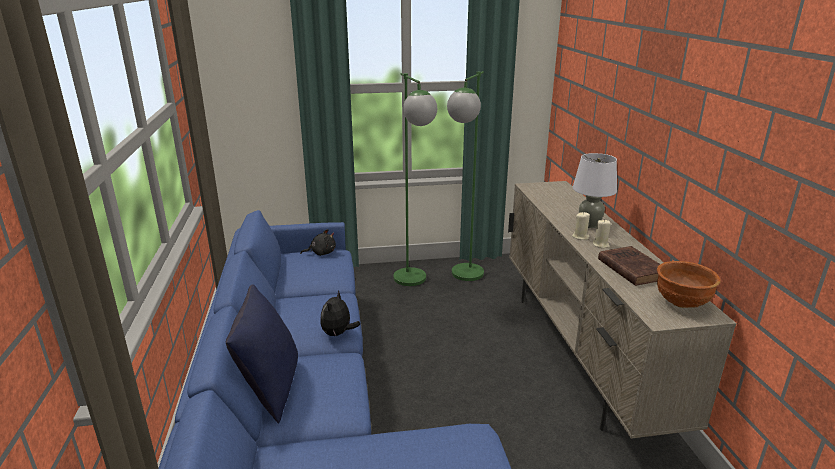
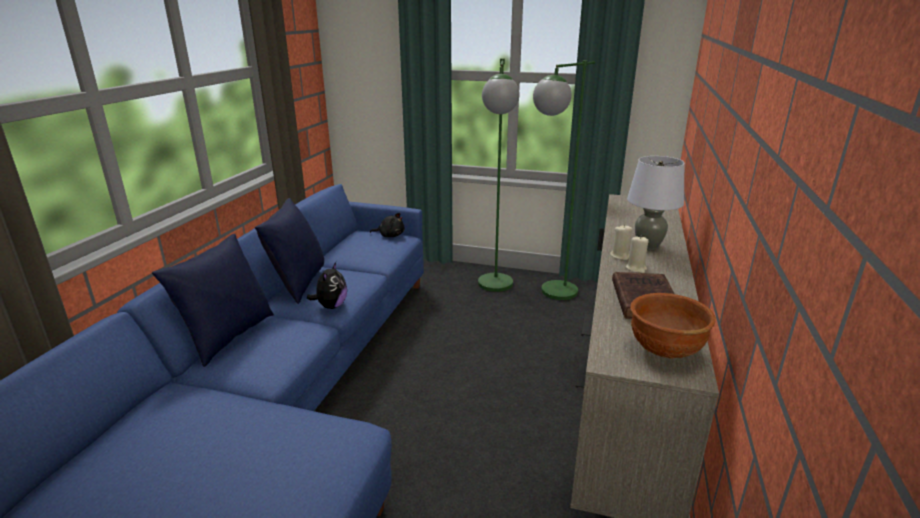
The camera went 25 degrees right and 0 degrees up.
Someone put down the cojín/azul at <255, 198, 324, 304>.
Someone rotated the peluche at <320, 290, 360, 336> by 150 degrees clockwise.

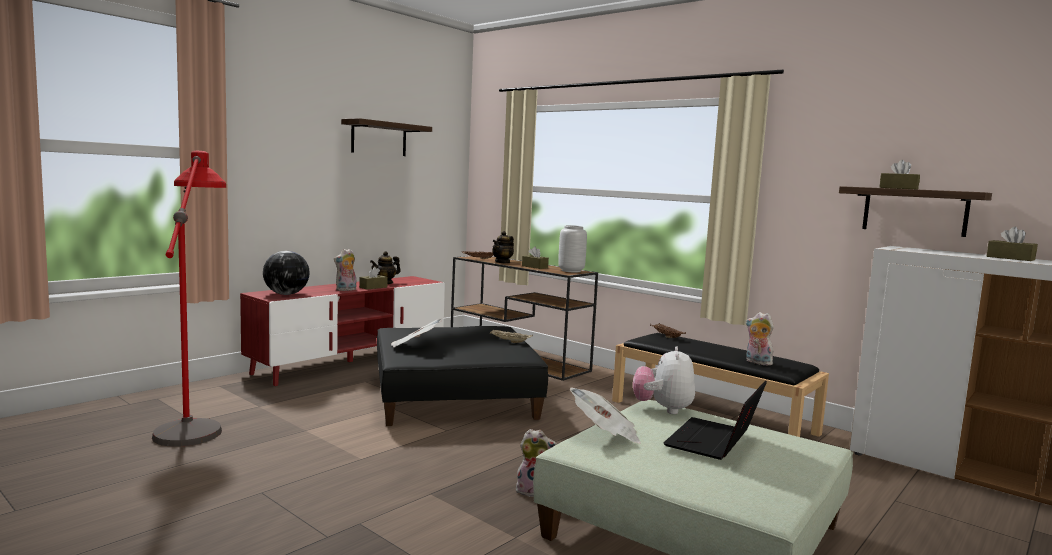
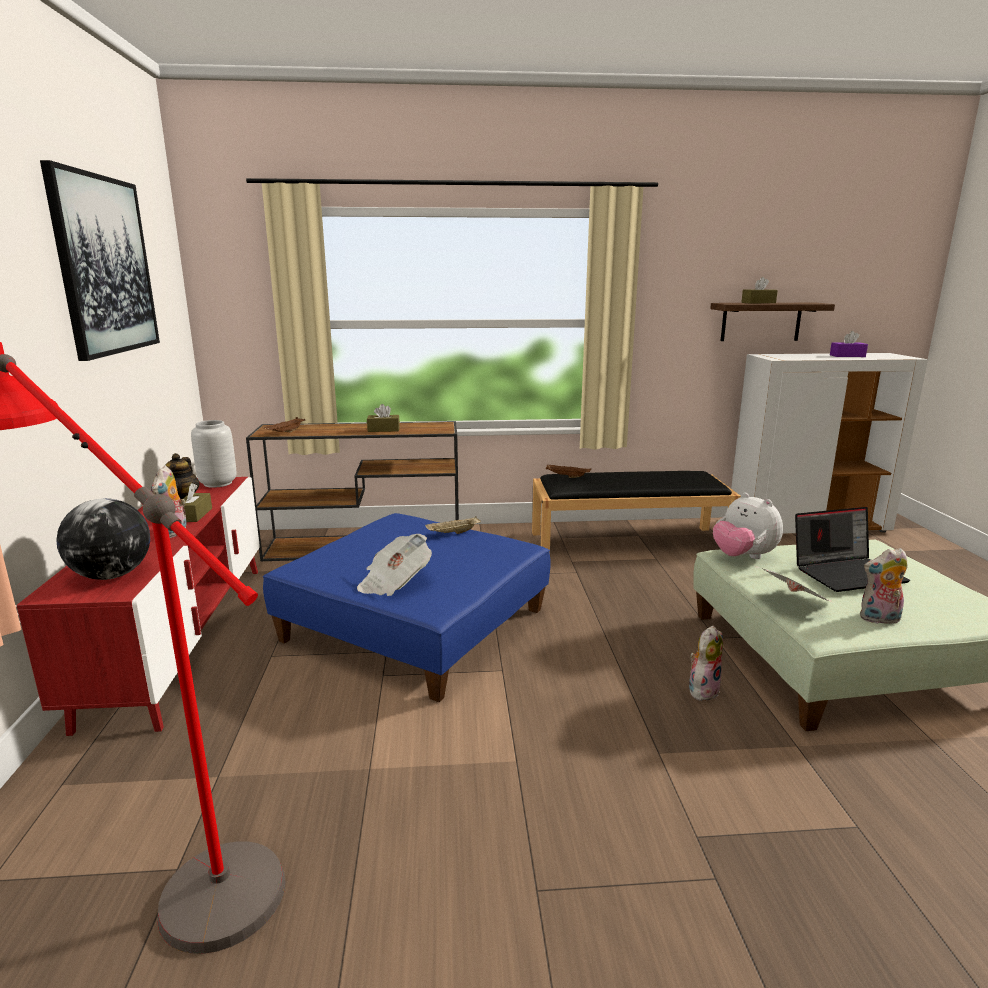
The camera went 45 degrees left and 10 degrees up.
Someone took away the tetera at <492, 231, 514, 263>.
Someone carried the florero/gris from <558, 225, 587, 272> to <191, 420, 236, 488>.
Someone carried the peluche from <746, 312, 774, 365> to <860, 548, 908, 624>.
Someone swapped the estante at <341, 118, 432, 156> for the cuadro at <40, 160, 160, 361>.
Someone repainted the puf/negro at <377, 326, 548, 426>, which became the puf/azul at <263, 513, 551, 702>.
Someone repainted the caja de pañuelos/marrón at <987, 227, 1038, 261>, which became the caja de pañuelos/morado at <830, 331, 868, 357>.
Someone rotated the portátil at <663, 380, 767, 460> by 90 degrees counterclockwise.

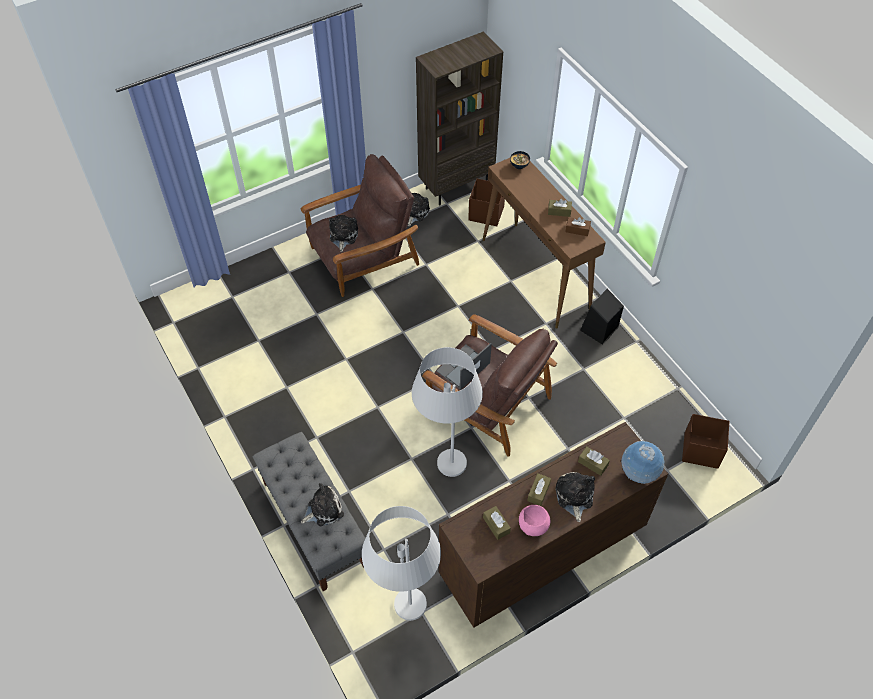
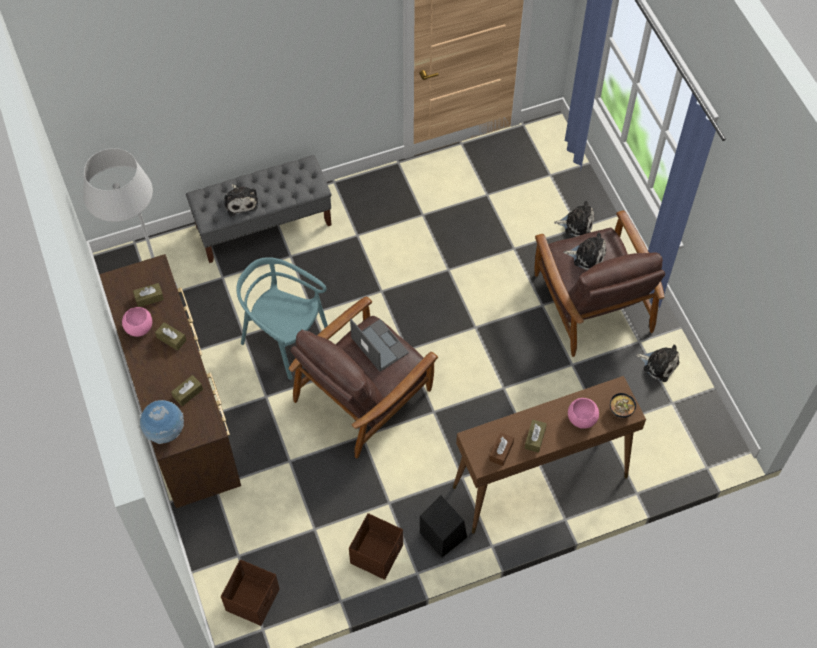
The camera went 100 degrees right and 5 degrees up.
Someone took away the estantería/marrón at <416, 32, 503, 205>.
Someone put down the cuenco/rosa at <568, 398, 599, 429>.
Someone carried the caja de almacenaje/marrón from <468, 179, 505, 226> to <349, 513, 403, 580>.
Someone carried the peluche from <555, 472, 595, 522> to <554, 201, 594, 237>.
Someone swapped the lámpara de pie/blanco at <412, 347, 483, 477> for the silla/turquesa at <236, 257, 328, 380>.

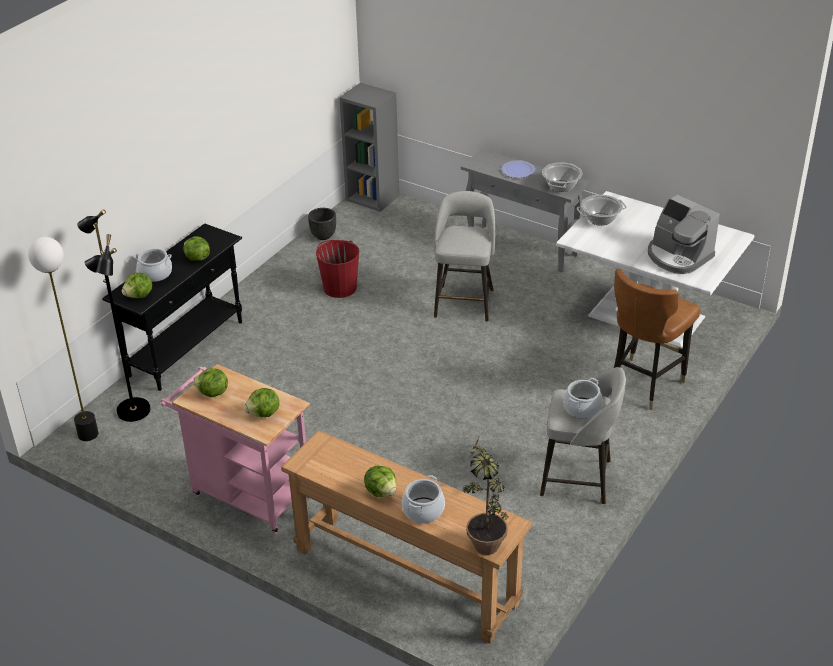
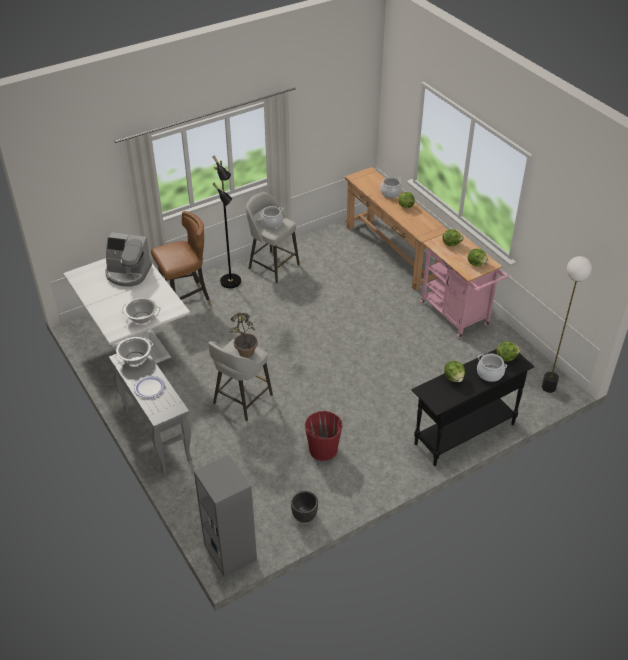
The camera went 155 degrees left and 5 degrees up.
Someone carried the lámpara de pie/negro from <77, 209, 150, 422> to <213, 156, 241, 288>.
Someone carried the planta en maceta from <463, 435, 508, 555> to <230, 313, 258, 358>.
Someone rotated the cafetera at <648, 195, 720, 274> by 120 degrees clockwise.

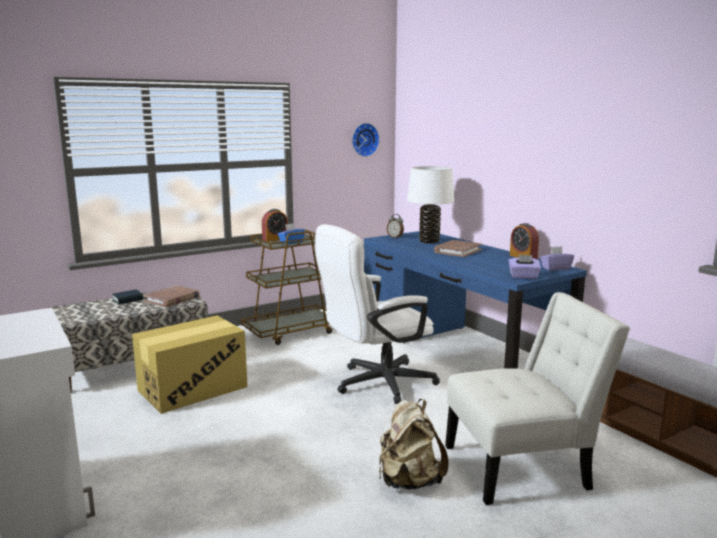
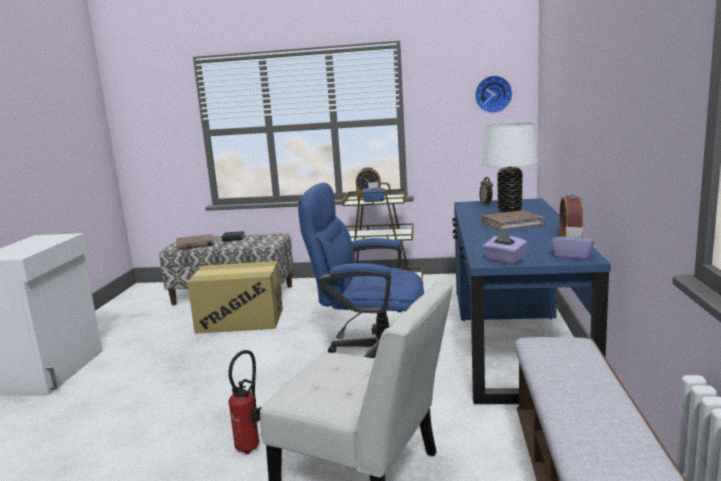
The camera went 40 degrees right and 0 degrees up.
Someone carried the libro/marrón from <143, 285, 200, 307> to <176, 234, 215, 250>.
Someone swapped the mochila/beis at <379, 399, 449, 490> for the extintor at <228, 350, 262, 454>.
Someone repainted the silla de oficina/blanco at <315, 224, 440, 404>, which became the silla de oficina/azul at <298, 182, 424, 358>.

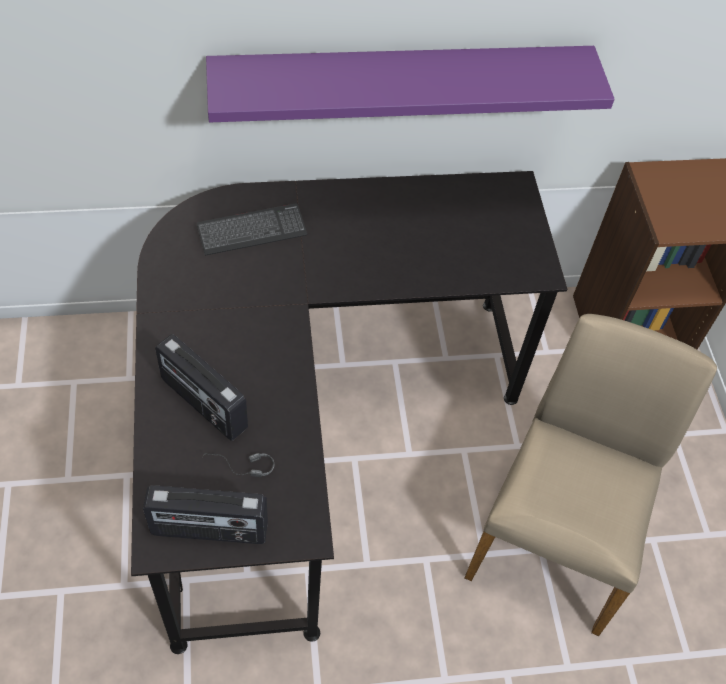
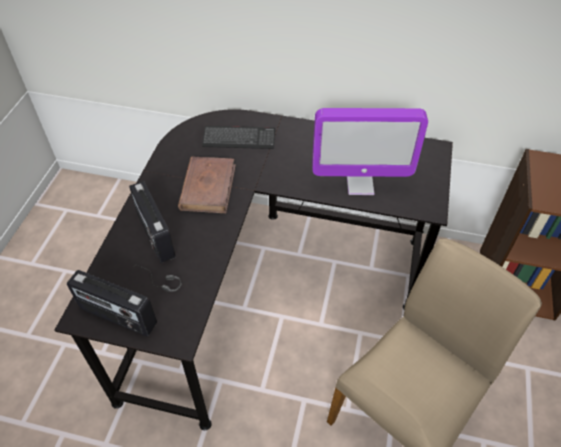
The camera went 25 degrees right and 5 degrees down.
Someone took away the estante/morado at <206, 46, 615, 122>.
Someone put down the libro/marrón at <178, 156, 236, 213>.
Someone put down the monitor at <312, 108, 428, 195>.

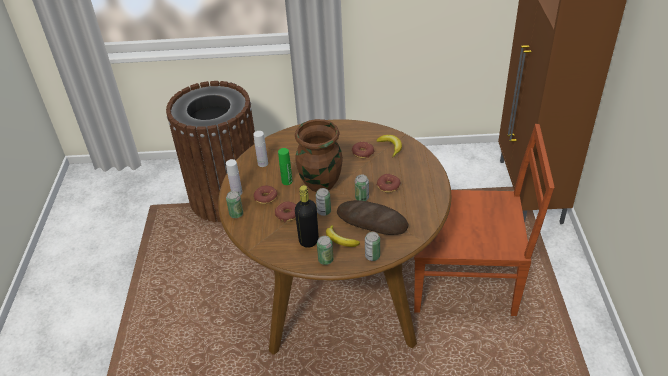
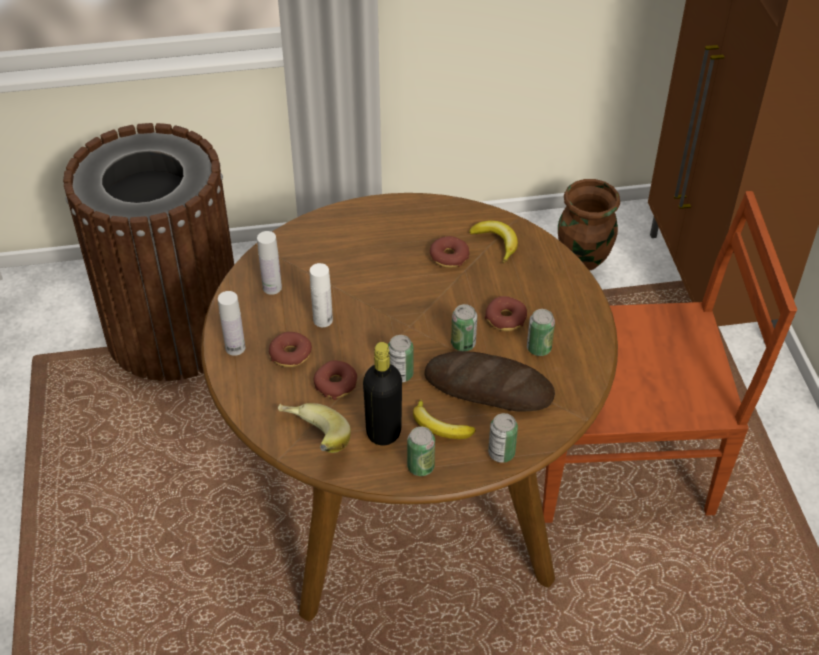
The camera went 10 degrees left and 5 degrees up.
Someone put down the plátano at <278, 403, 351, 453>.
Someone carried the lata from <226, 191, 243, 218> to <527, 309, 555, 356>.
Someone carried the florero/marrón from <295, 119, 343, 192> to <558, 179, 620, 271>.
Someone repainted the botella/verde at <278, 148, 293, 185>, which became the botella/blanco at <310, 263, 333, 327>.

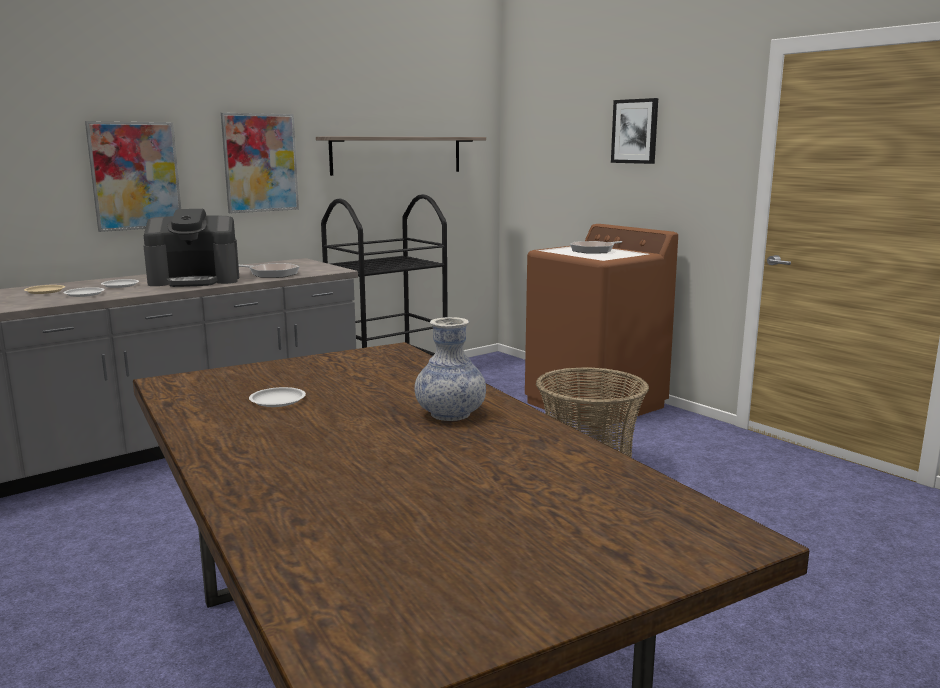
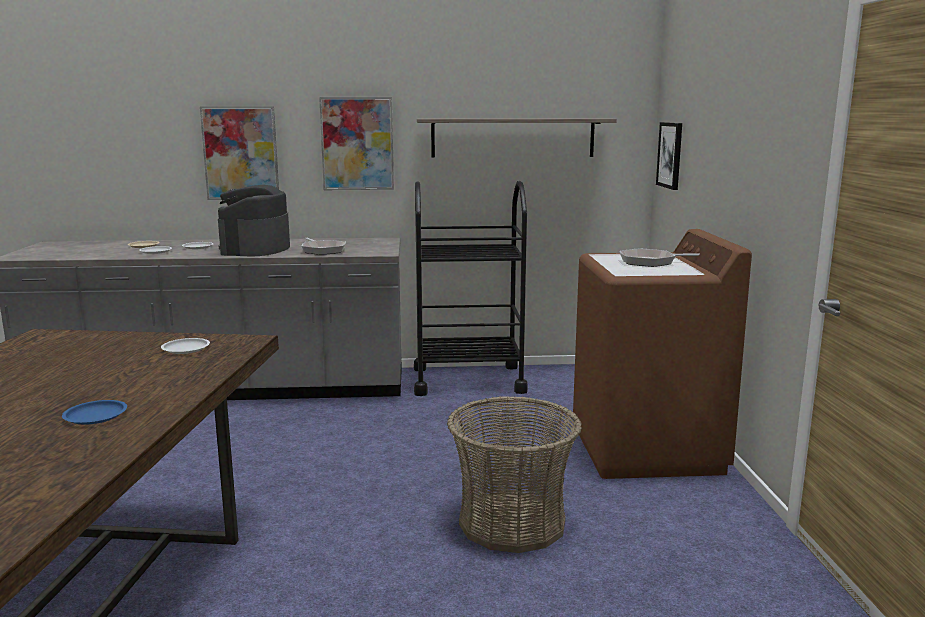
The camera went 35 degrees right and 0 degrees up.
Someone carried the plato/blanco from <249, 387, 306, 407> to <161, 338, 210, 354>.
Someone carried the cuadro from <611, 98, 658, 164> to <656, 122, 682, 190>.
Someone swapped the florero at <415, 317, 486, 421> for the plato/azul at <62, 400, 127, 425>.
Someone rotated the cafetera at <143, 209, 239, 287> by 75 degrees clockwise.

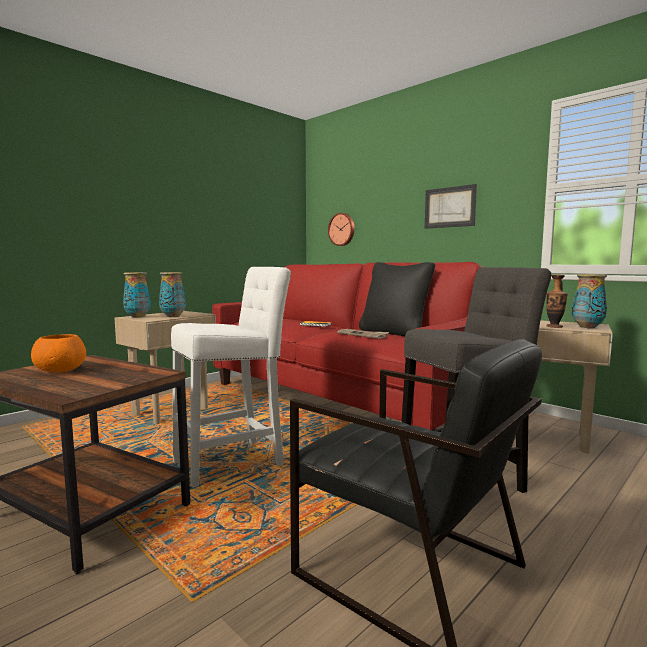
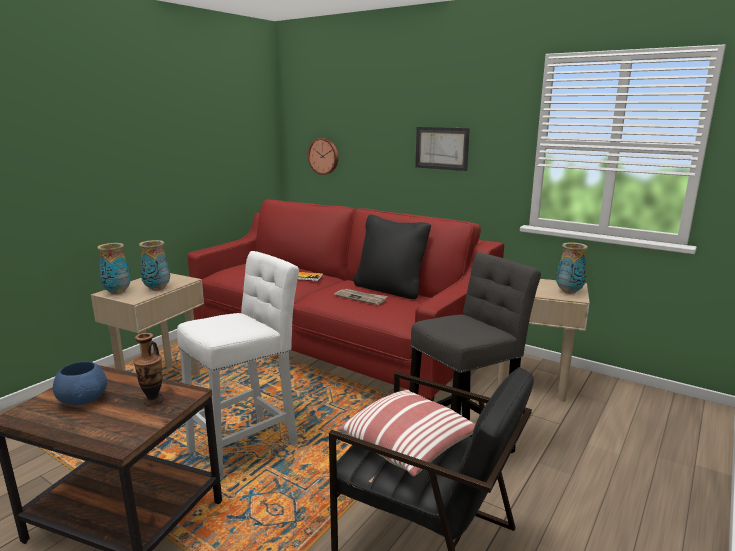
The camera went 10 degrees left and 10 degrees up.
Someone put down the cojín at <338, 390, 475, 477>.
Someone carried the florero from <546, 274, 568, 328> to <134, 333, 164, 405>.
Someone repainted the cuenco/naranja at <31, 334, 86, 372>, which became the cuenco/azul at <53, 361, 107, 405>.

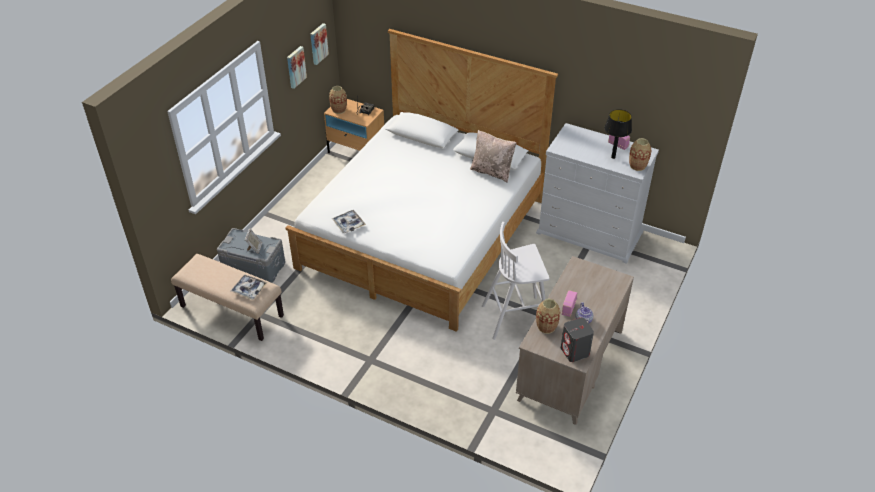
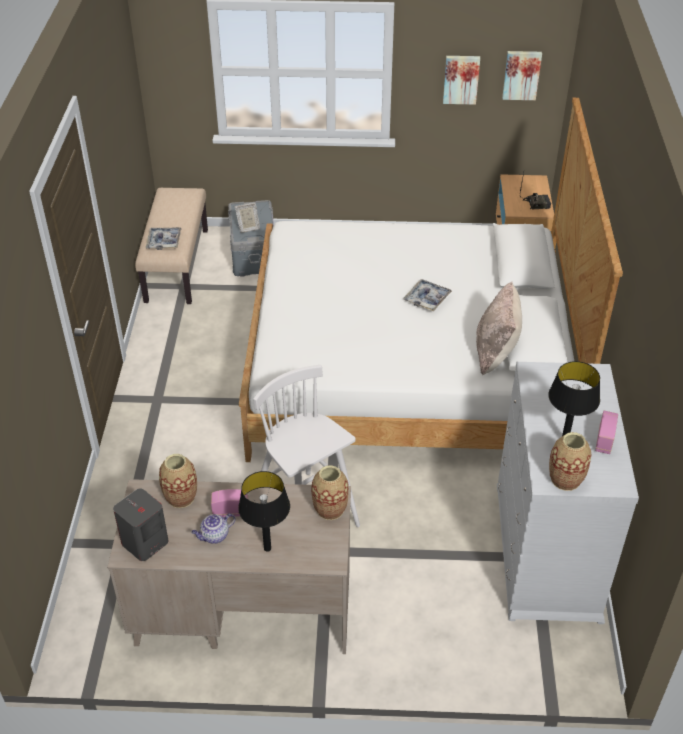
The camera went 65 degrees right and 0 degrees up.
Someone put down the lámpara de mesa/negro at <238, 471, 290, 552>.
Someone carried the florero from <329, 86, 347, 114> to <311, 465, 349, 520>.
Someone carried the bandeja from <332, 210, 366, 233> to <403, 279, 452, 311>.

